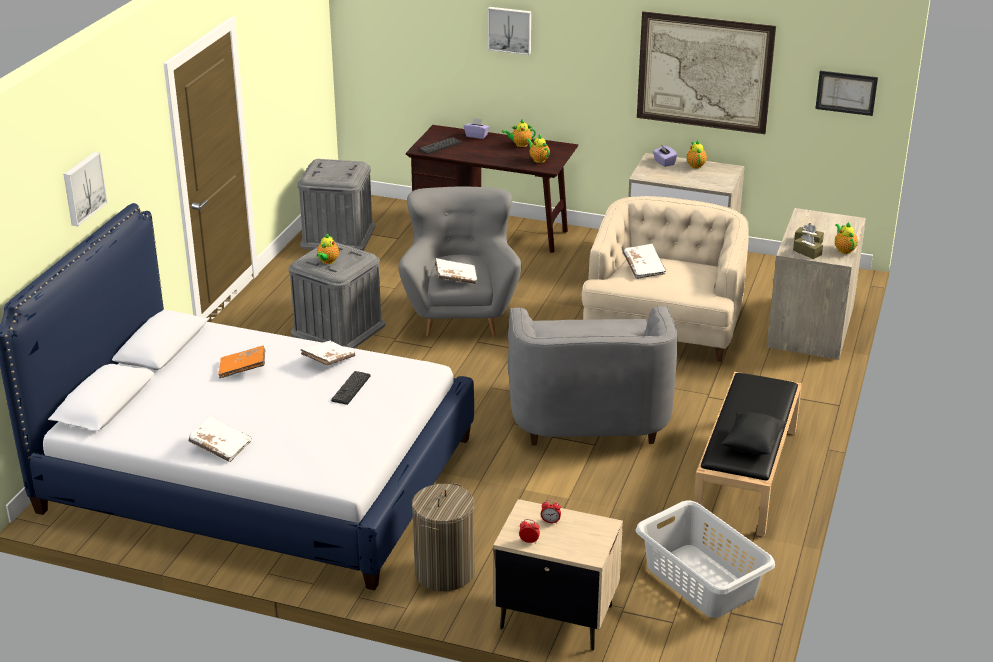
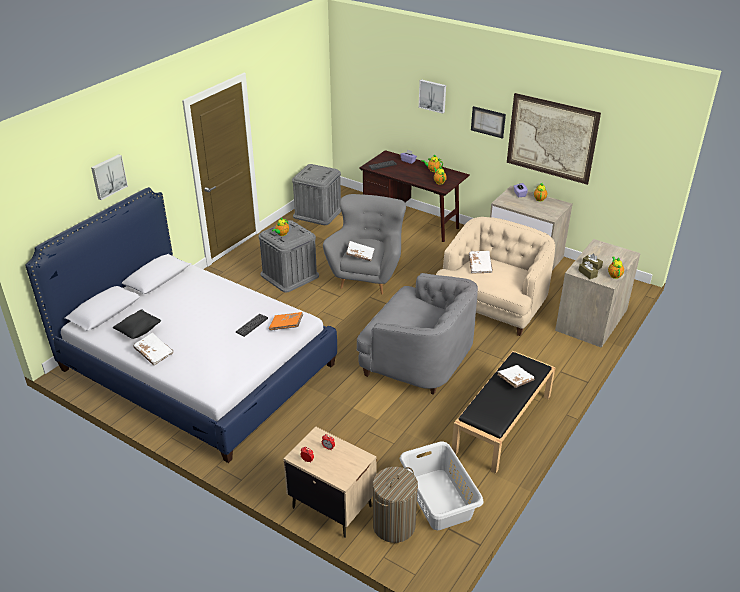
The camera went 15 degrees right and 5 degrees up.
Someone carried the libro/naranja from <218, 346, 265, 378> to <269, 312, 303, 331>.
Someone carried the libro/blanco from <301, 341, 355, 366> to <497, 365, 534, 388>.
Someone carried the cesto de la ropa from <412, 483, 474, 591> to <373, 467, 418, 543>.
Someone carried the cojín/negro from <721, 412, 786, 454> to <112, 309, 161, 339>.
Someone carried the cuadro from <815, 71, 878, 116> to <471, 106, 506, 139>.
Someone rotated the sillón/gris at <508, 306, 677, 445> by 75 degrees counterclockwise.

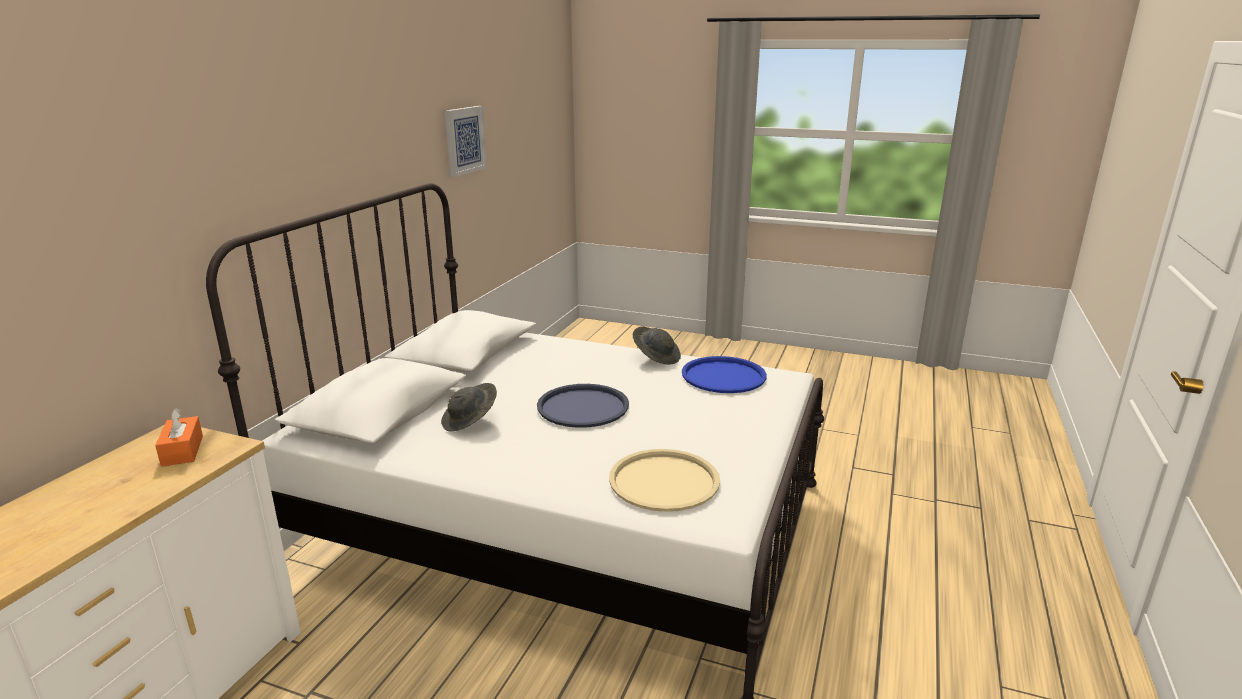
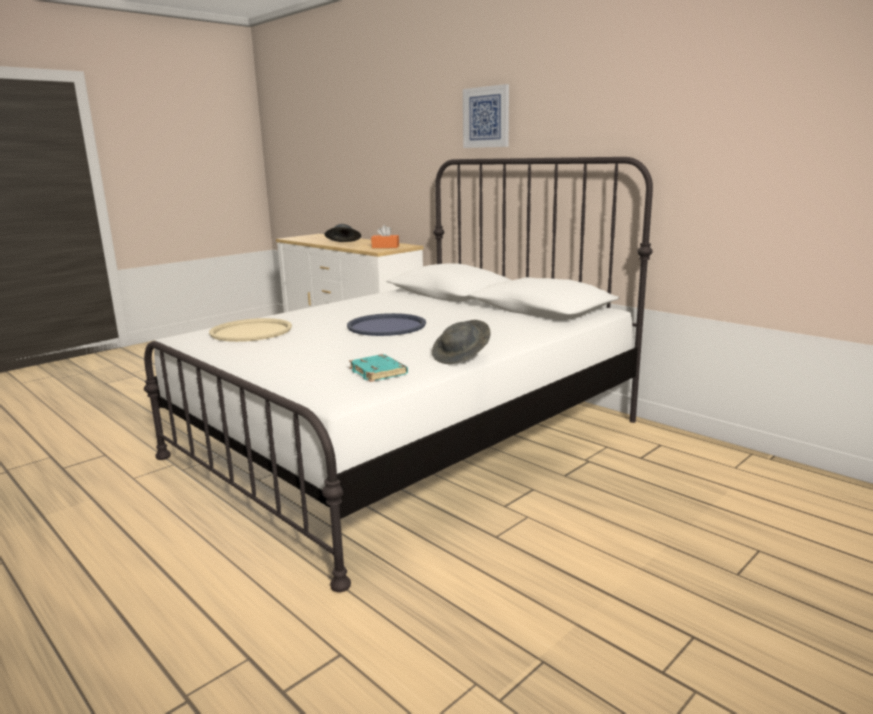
The camera went 115 degrees right and 5 degrees down.
Someone carried the sombrero/gris from <441, 383, 497, 432> to <324, 224, 361, 242>.
Someone carried the cuadro from <445, 106, 487, 177> to <463, 84, 509, 148>.
Someone swapped the bandeja/azul at <682, 356, 767, 393> for the libro/turquesa at <349, 354, 408, 382>.

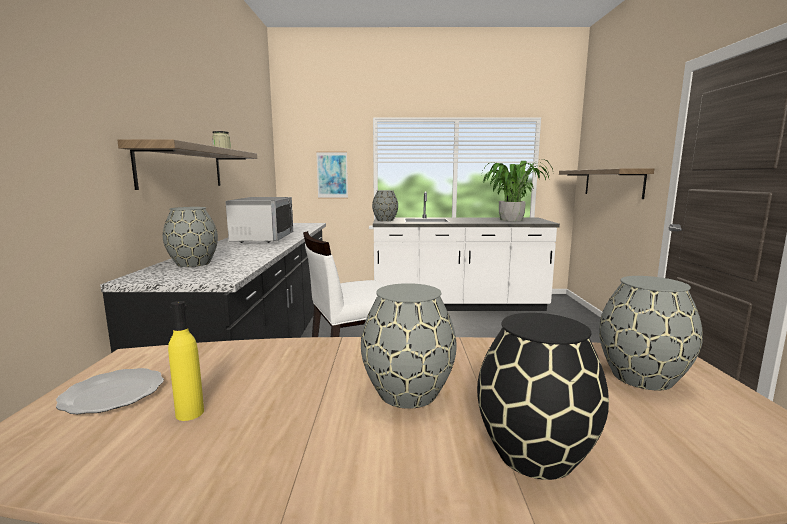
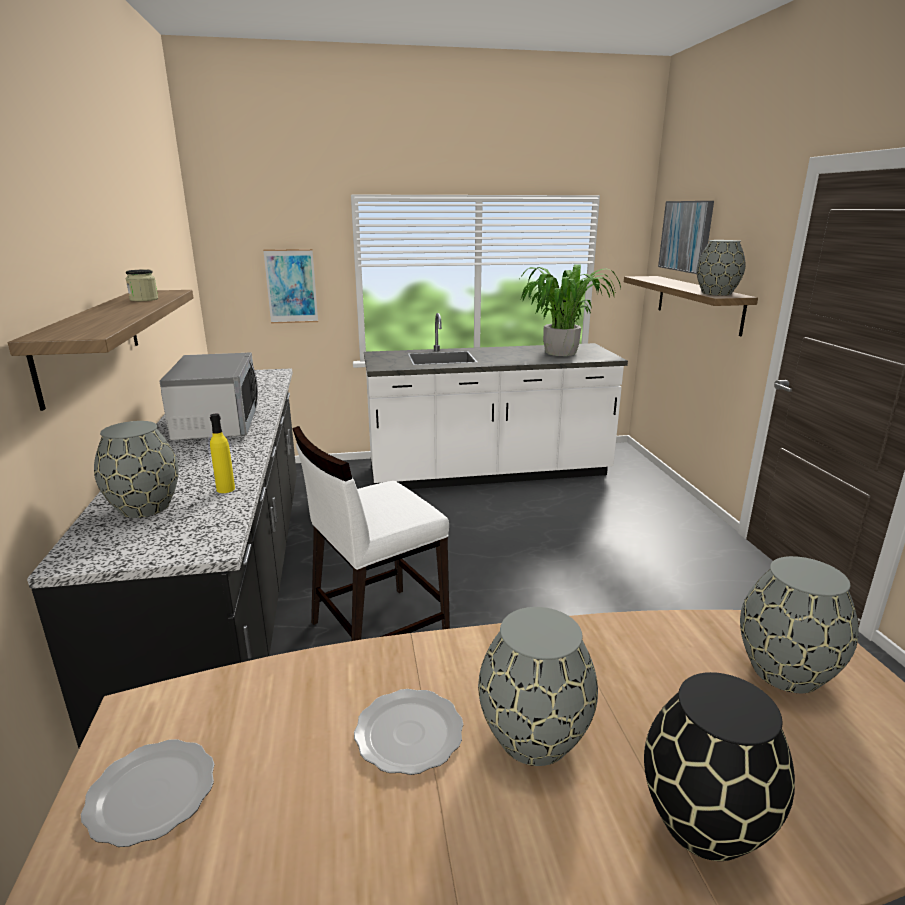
The camera went 10 degrees left and 10 degrees up.
Someone put down the plato at <354, 689, 463, 775>.
Someone put up the cuadro at <658, 201, 714, 274>.
Someone carried the botella/amarillo from <168, 301, 204, 421> to <210, 414, 235, 493>.
Someone carried the florero/gris from <372, 190, 398, 221> to <697, 240, 745, 295>.

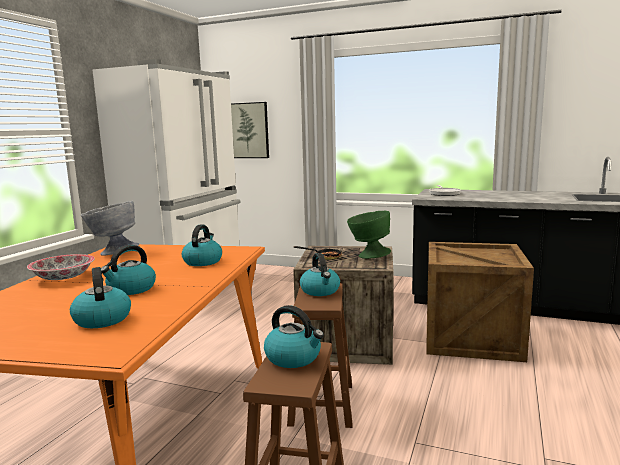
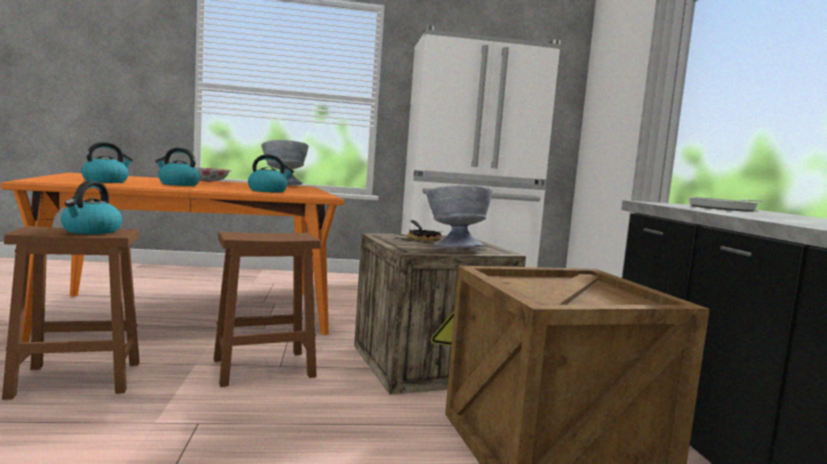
The camera went 60 degrees right and 5 degrees down.
Someone took away the cuadro at <231, 102, 269, 158>.
Someone took away the hervidor at <300, 253, 340, 296>.
Someone repainted the cuenco/verde at <347, 211, 391, 259>, which became the cuenco/gris at <426, 185, 493, 247>.

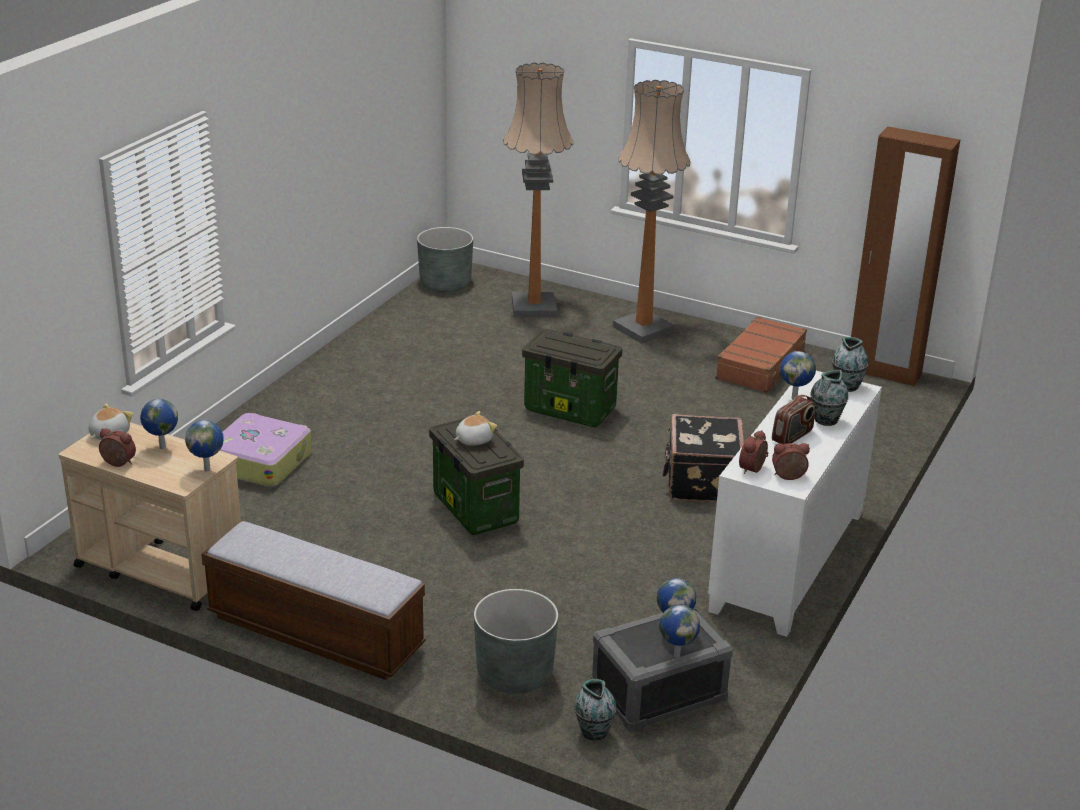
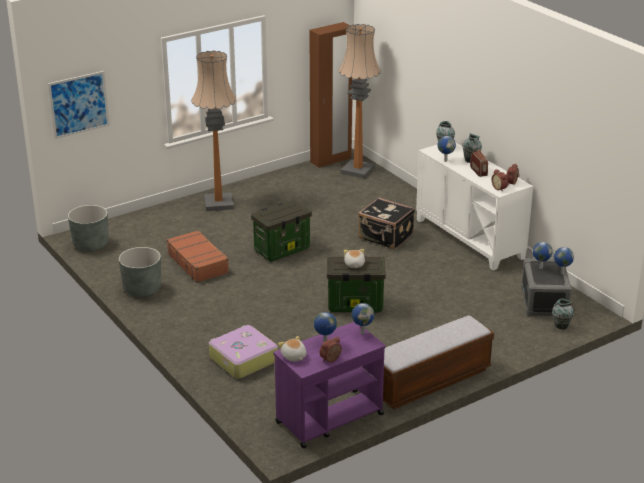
The camera went 60 degrees left and 0 degrees up.
Someone put up the cuadro at <48, 71, 109, 139>.
Someone carried the maceta/gris from <474, 589, 558, 694> to <119, 247, 161, 297>.
Someone carried the lámpara de pie from <503, 63, 574, 318> to <338, 24, 381, 179>.
Someone carried the maleta/marrón from <715, 316, 807, 393> to <167, 230, 229, 283>.
Someone repainted the carrito/beis at <58, 422, 241, 611>, which became the carrito/morado at <273, 322, 385, 448>.

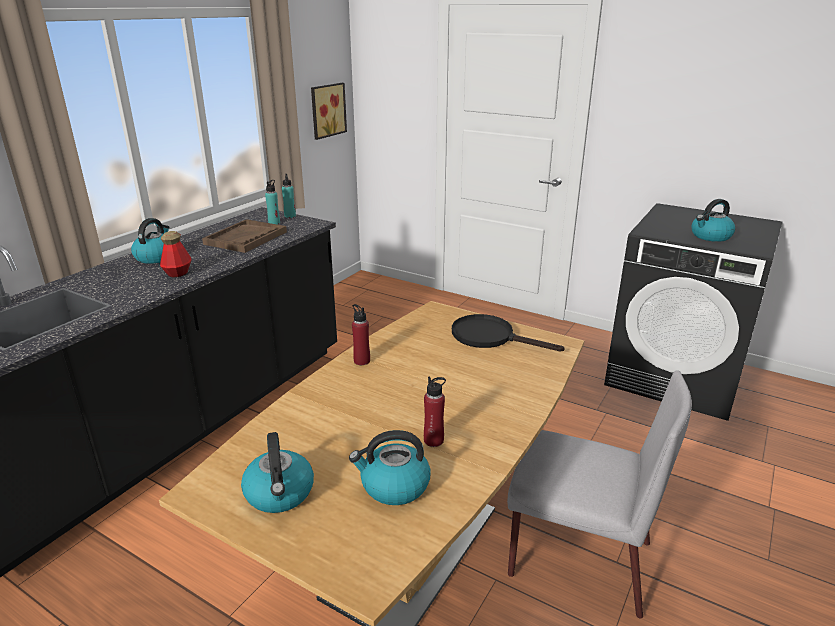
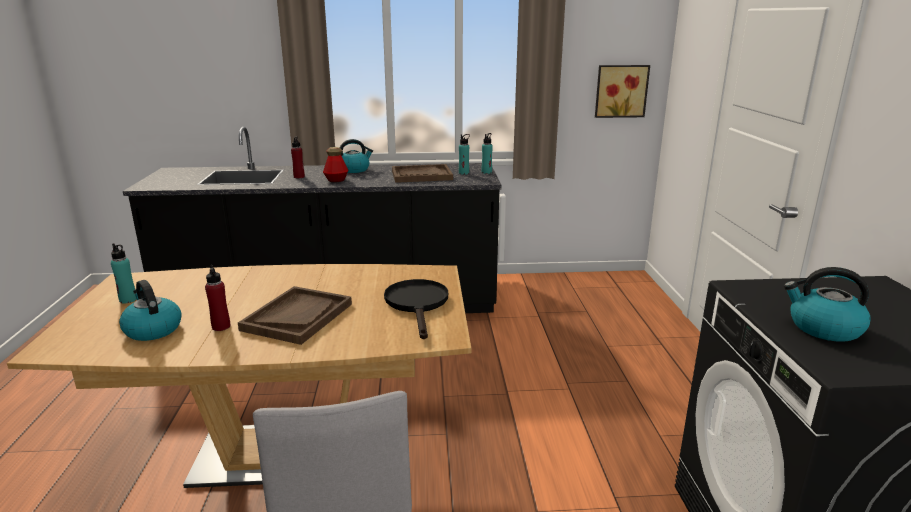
The camera went 55 degrees right and 5 degrees down.
Someone put down the bandeja/marrón at <238, 286, 352, 345>.
Someone carried the botella/rojo from <352, 304, 370, 365> to <291, 136, 305, 178>.
Someone swapped the hervidor at <241, 432, 314, 513> for the botella/turquesa at <111, 243, 137, 303>.

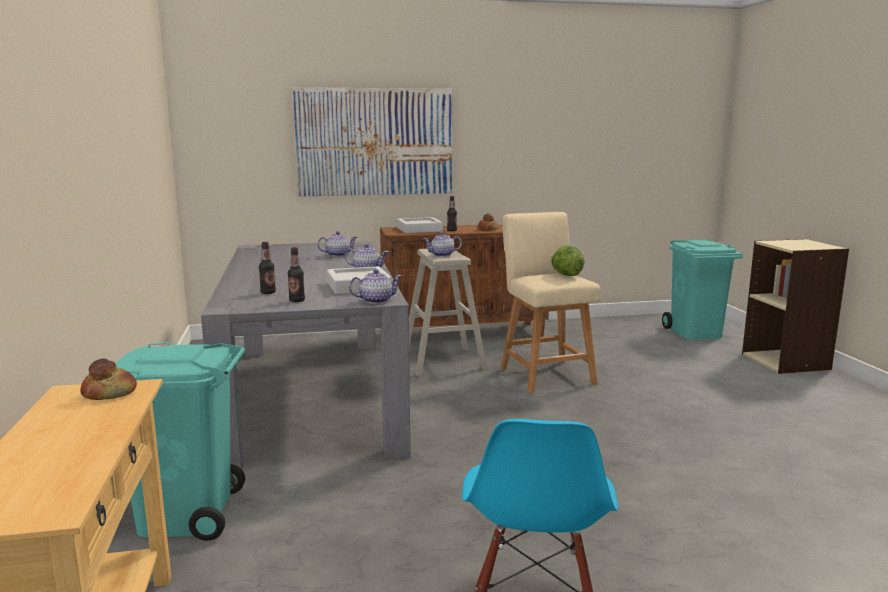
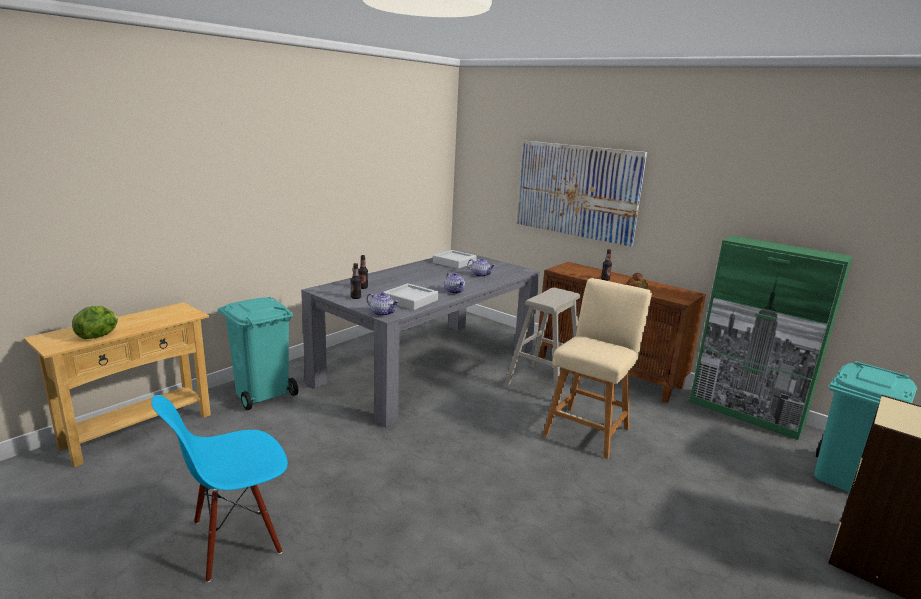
The camera went 50 degrees right and 5 degrees up.
Someone took away the pan at <80, 358, 137, 400>.
Someone took away the tetera at <424, 232, 462, 257>.
Someone put down the armario/verde at <689, 236, 853, 440>.
Someone carried the bandeja/gris from <397, 217, 443, 233> to <433, 250, 477, 269>.
Someone carried the lechuga from <550, 246, 584, 276> to <72, 306, 118, 339>.

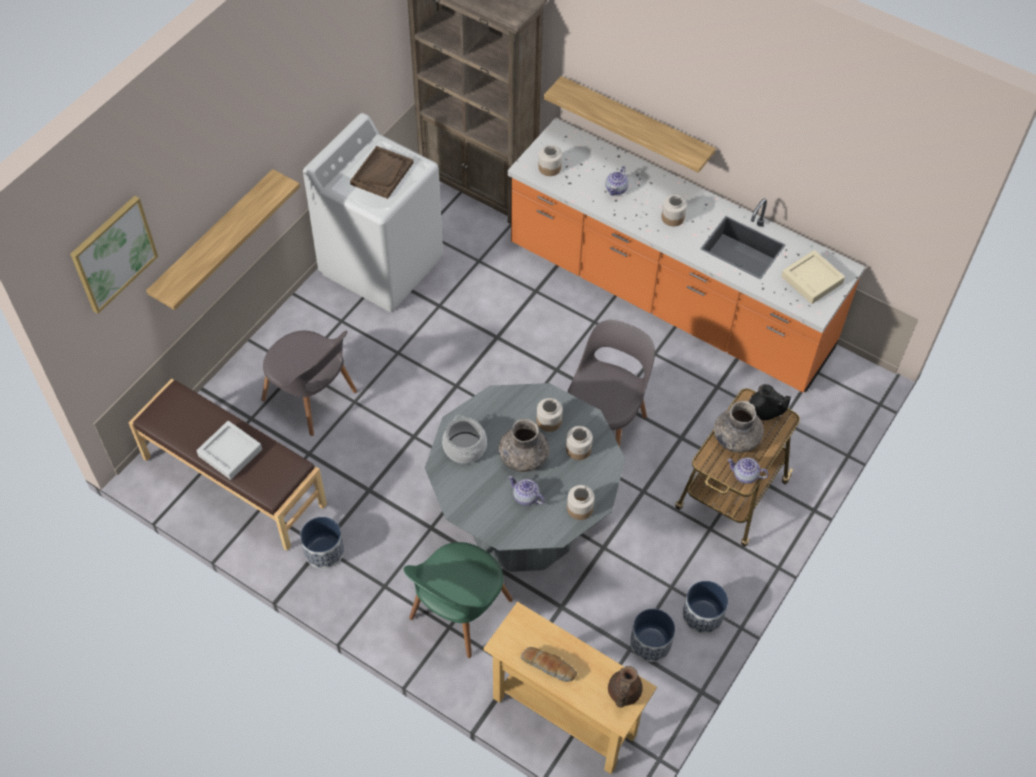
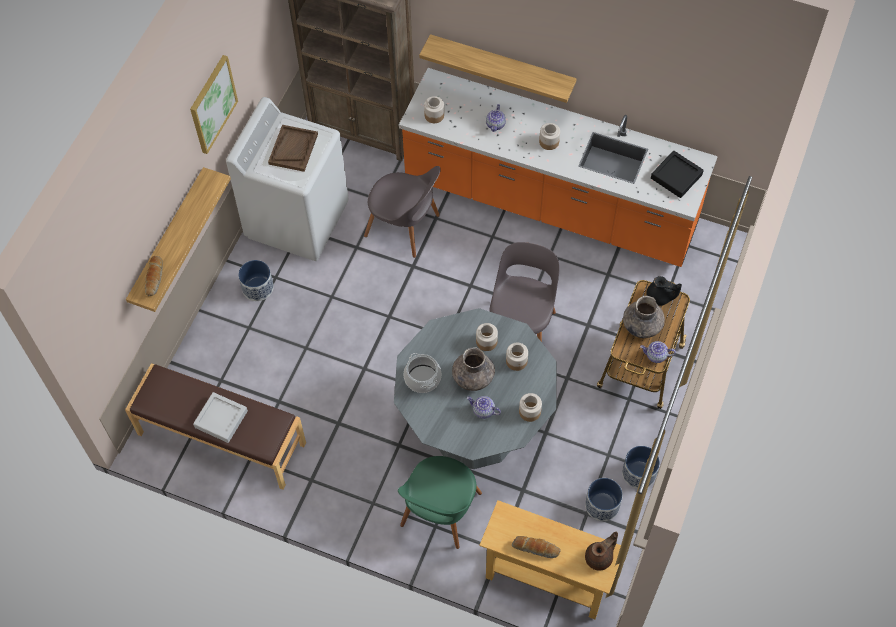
The camera went 10 degrees left and 5 degrees up.
Someone put down the pan at <145, 256, 163, 296>.
Someone carried the cuadro from <70, 196, 158, 314> to <190, 55, 238, 154>.
Someone carried the silla/gris from <261, 331, 357, 436> to <364, 166, 441, 258>.
Someone carried the maceta from <300, 517, 344, 569> to <238, 260, 274, 301>.
Someone repainted the bandeja/beis at <781, 250, 845, 304>, which became the bandeja/negro at <651, 150, 704, 198>.
Someone rotated the tetera/marrón at <608, 666, 643, 708> by 135 degrees counterclockwise.

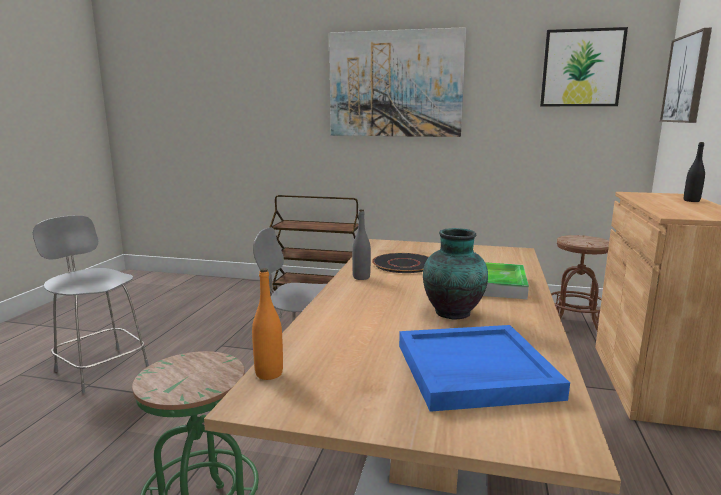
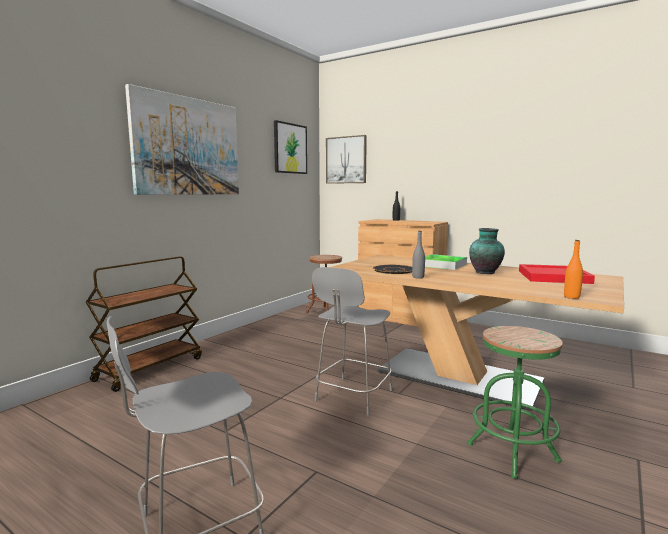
The camera went 70 degrees left and 5 degrees down.
Someone repainted the bandeja/azul at <399, 325, 570, 412>, which became the bandeja/rojo at <519, 264, 595, 284>.

